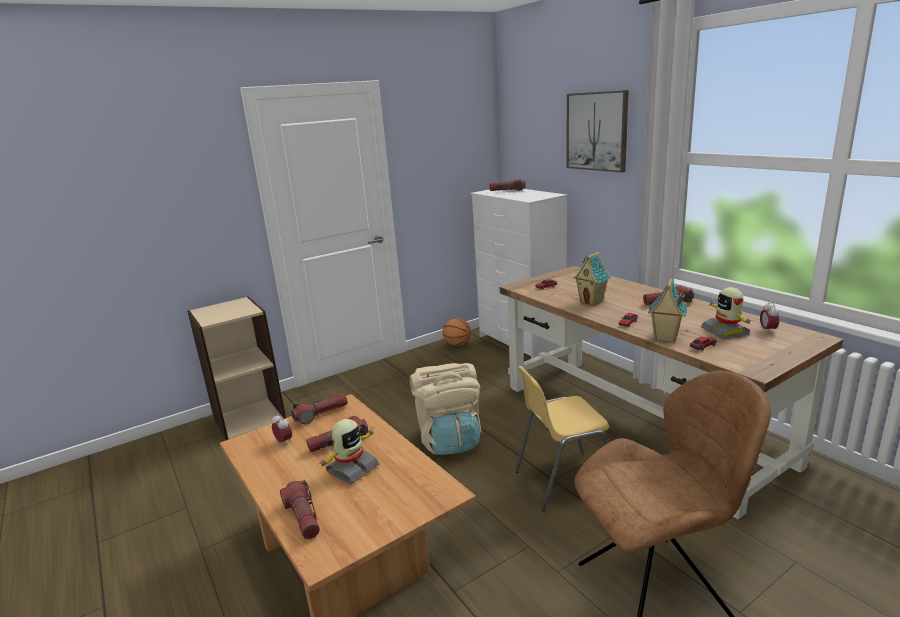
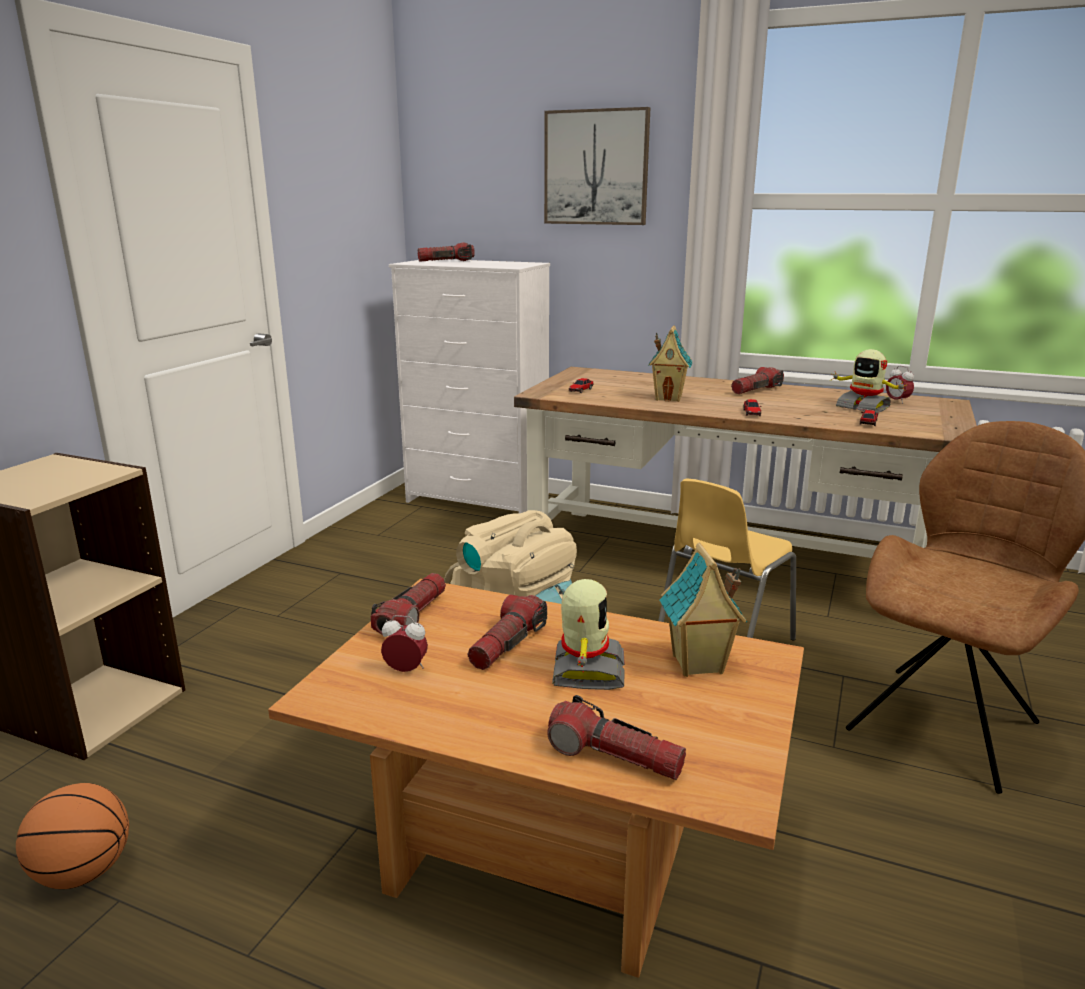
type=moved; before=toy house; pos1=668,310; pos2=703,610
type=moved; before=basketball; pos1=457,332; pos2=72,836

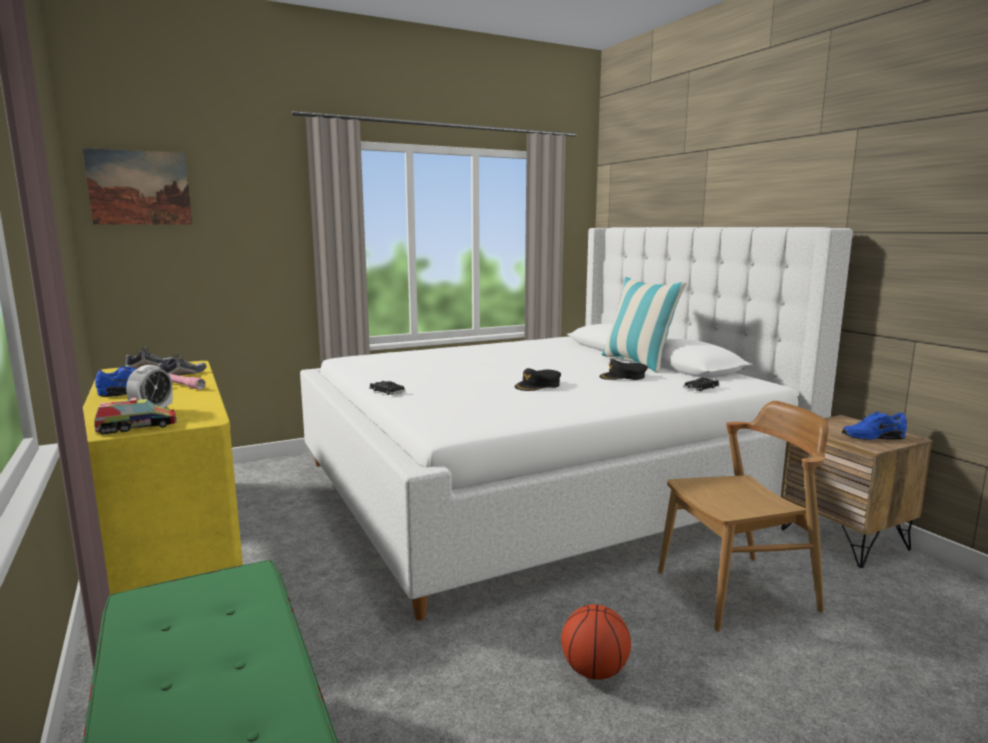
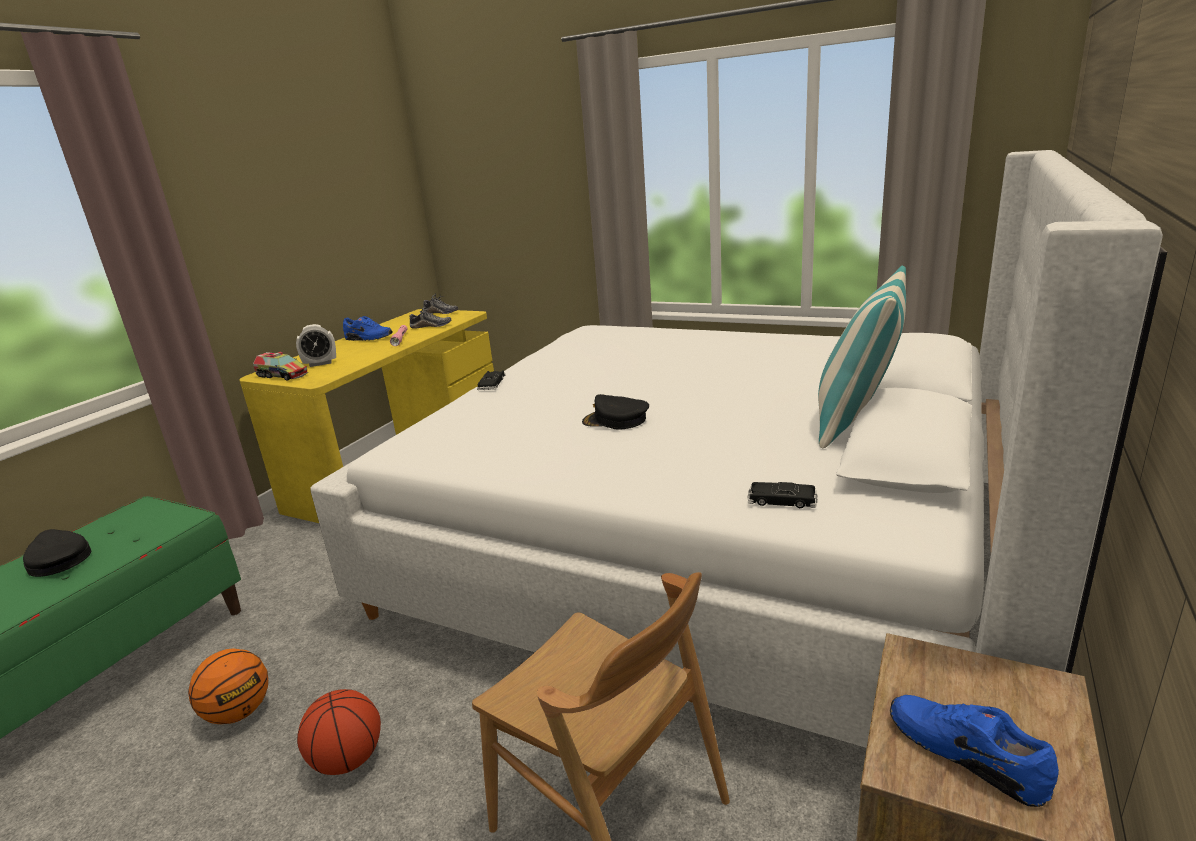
type=removed; before=picture; pos1=137,186
type=moved; before=black cap; pos1=623,369; pos2=57,553
type=added; after=basketball; pos2=228,686

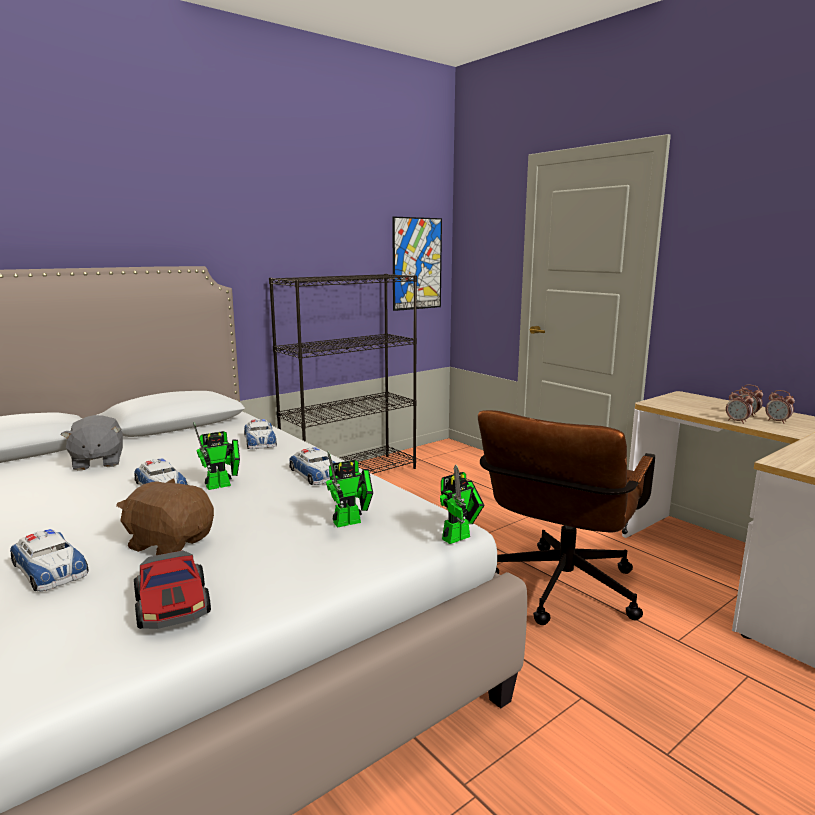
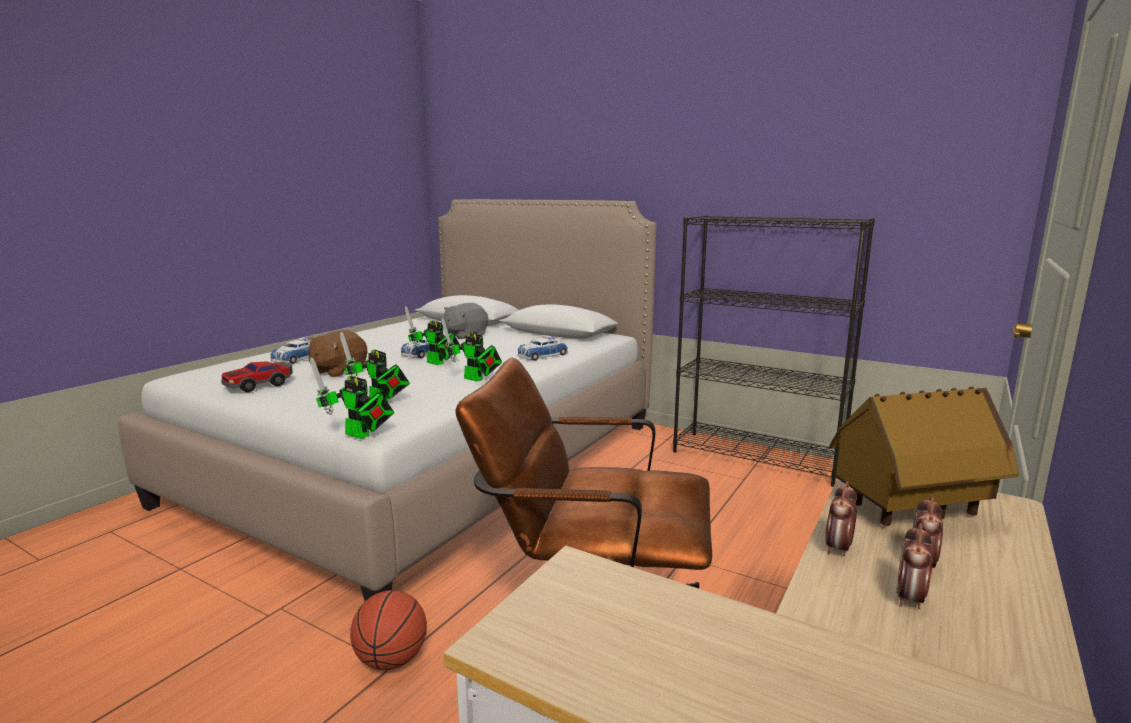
type=removed; before=picture; pos1=417,264
type=replaced; before=toy car; after=toy robot; pos1=312,466; pos2=471,349
type=turned; before=brown plush toy; pos1=165,516; pos2=337,353; turn=-150
type=added; after=toy house; pos2=924,456
type=added; after=basketball; pos2=388,630

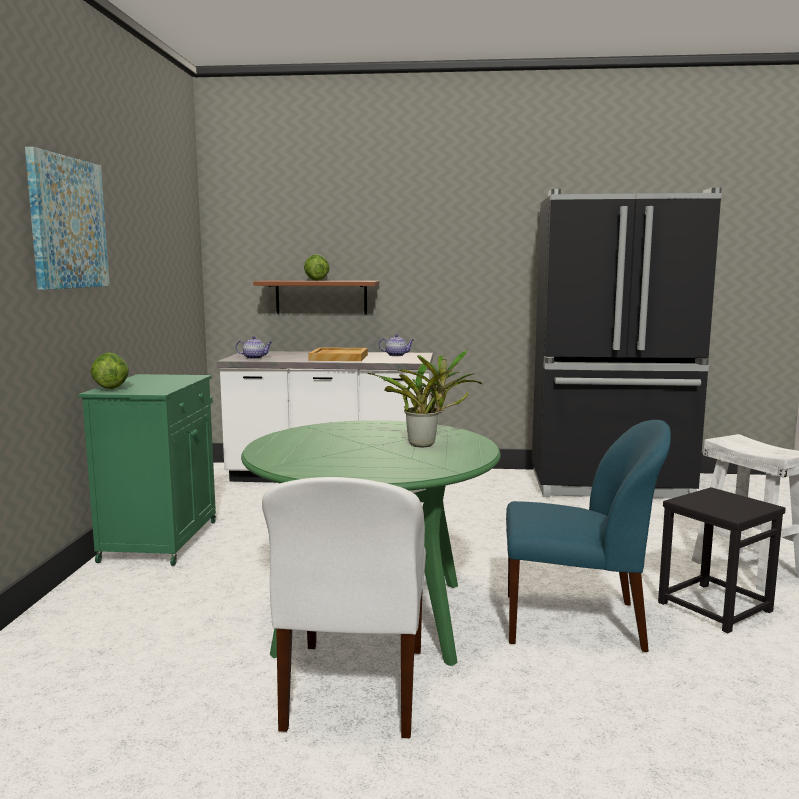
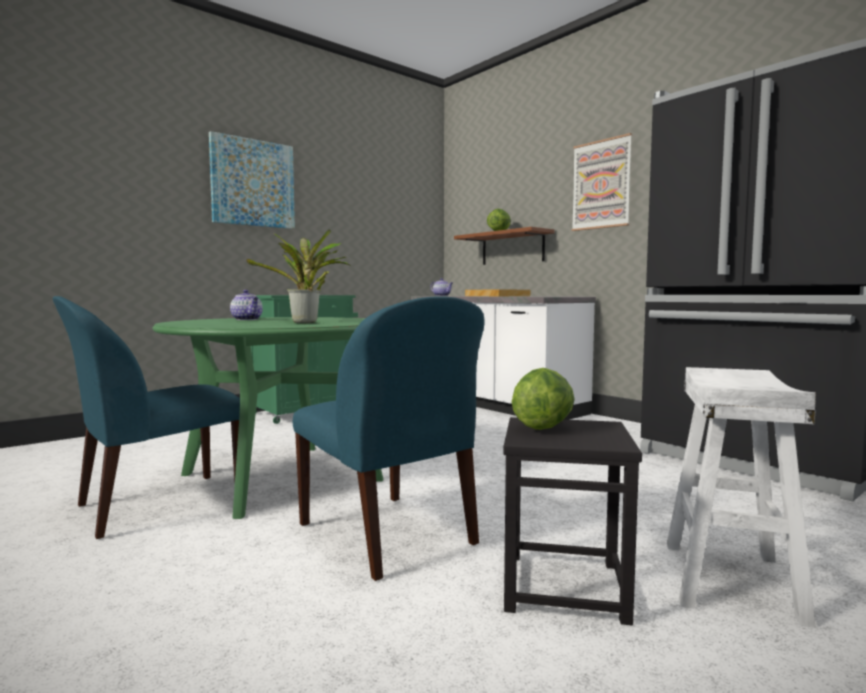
type=moved; before=teapot; pos1=396,345; pos2=246,305
type=moved; before=lettuce; pos1=109,370; pos2=543,399
type=recoloured; before=white chair; after=blue chair; pos1=344,607; pos2=146,417
type=added; after=picture; pos2=602,182

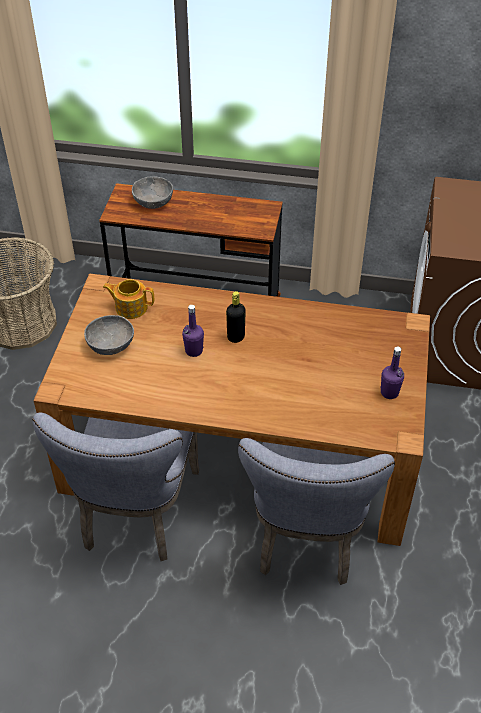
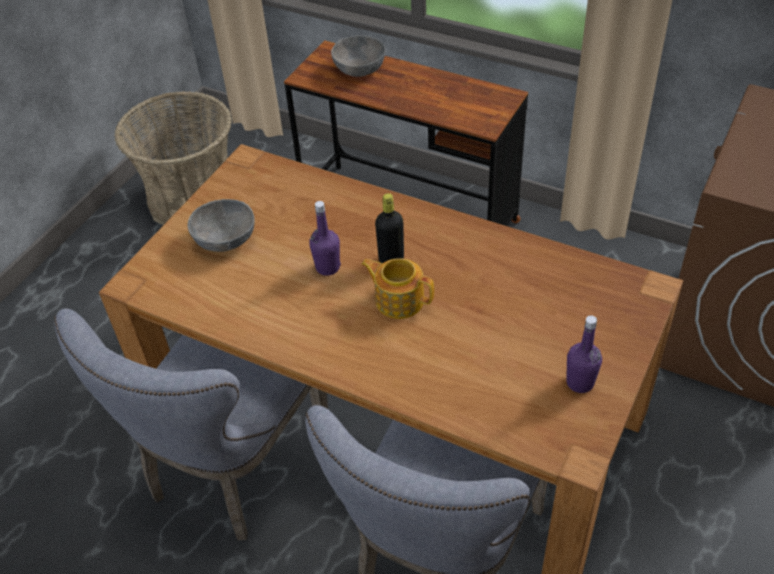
type=moved; before=teapot; pos1=128,299; pos2=397,288

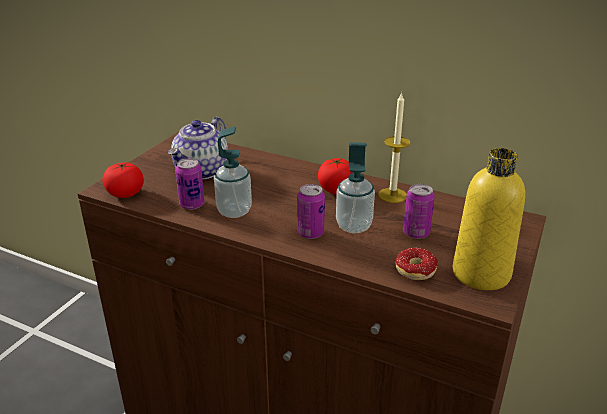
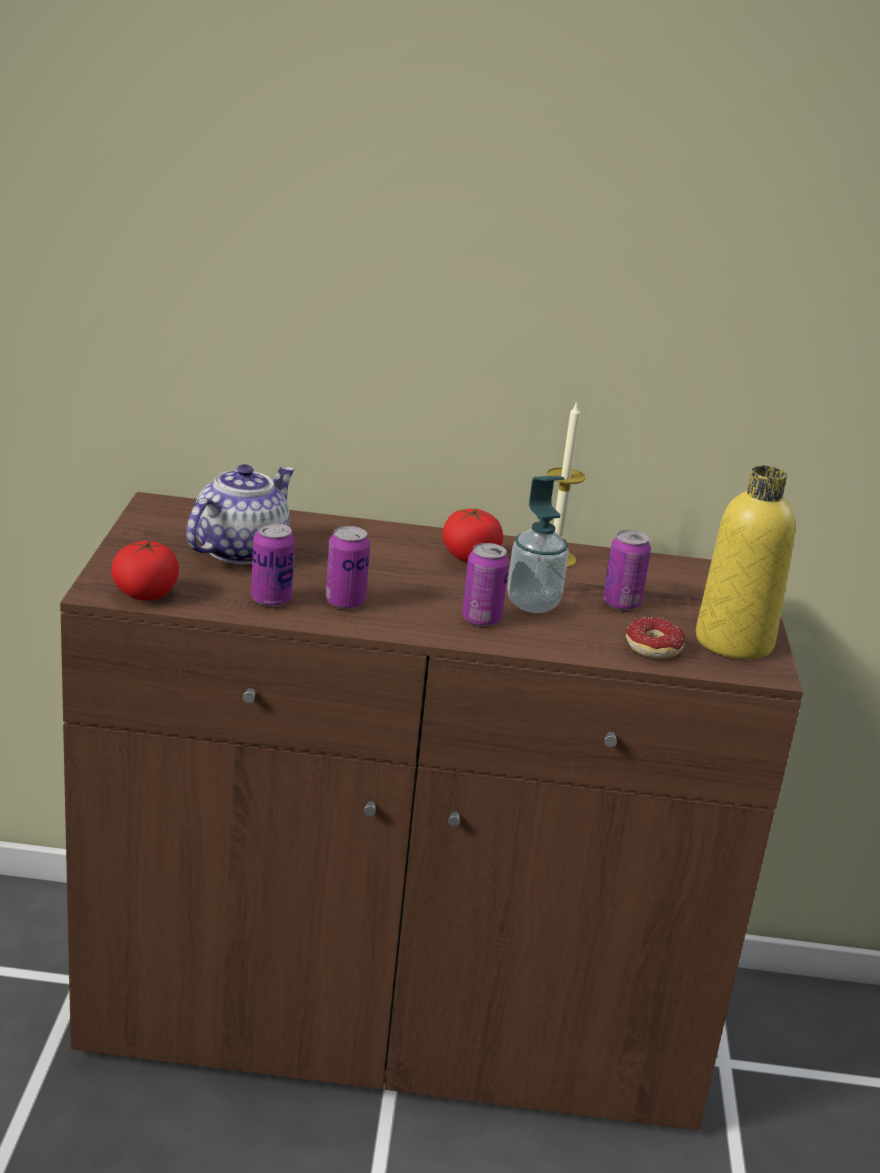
type=turned; before=teapot; pos1=198,148; pos2=240,514; turn=-150
type=replaced; before=soap dispenser; after=can; pos1=233,172; pos2=347,567

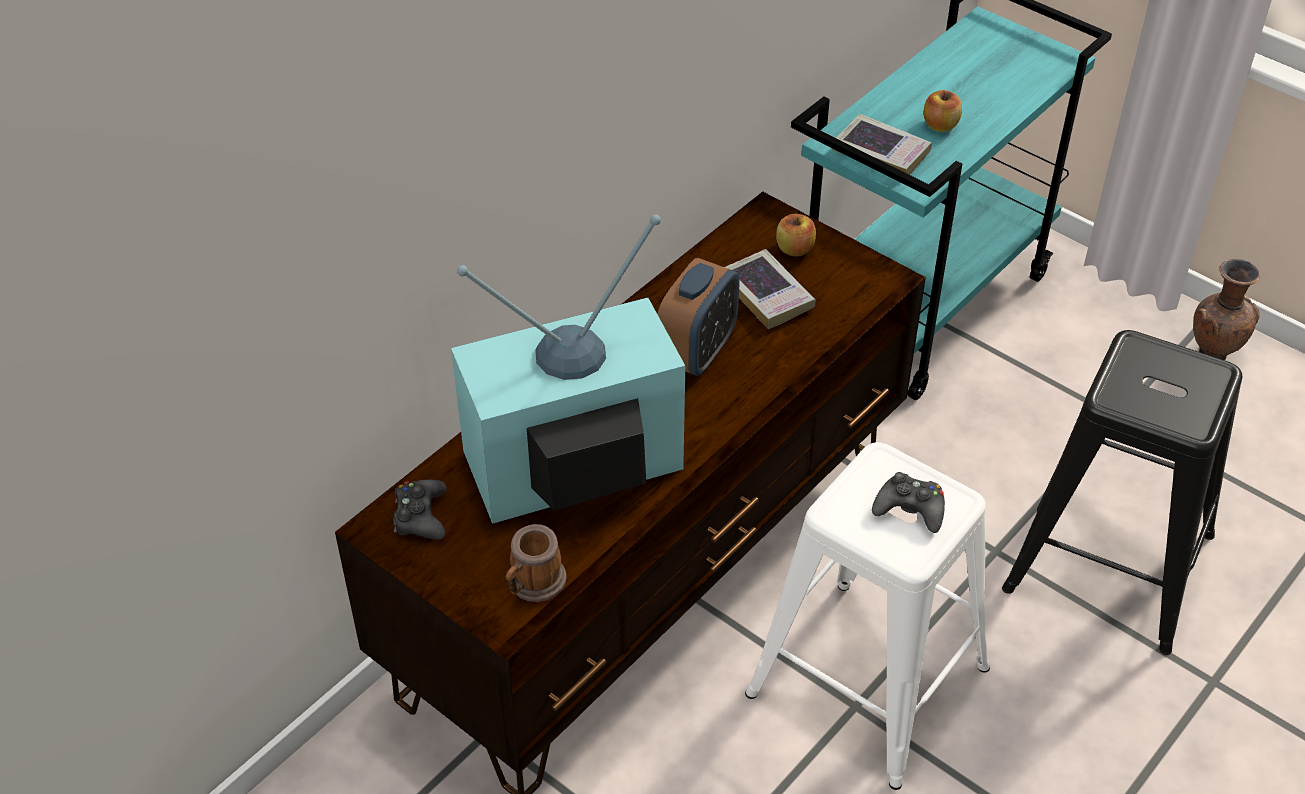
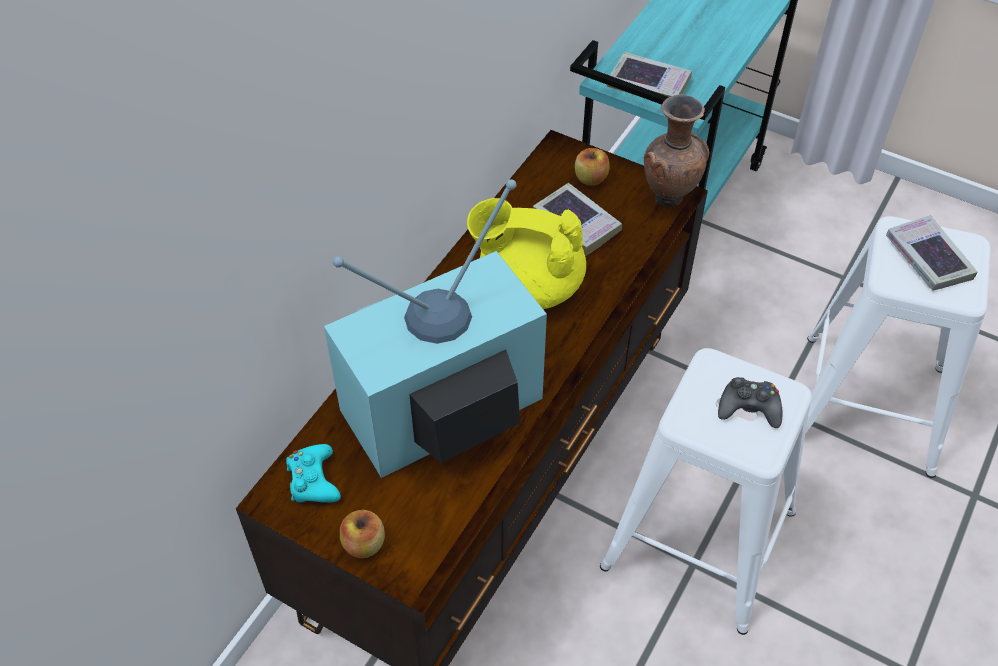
type=moved; before=apple; pos1=943,111; pos2=362,534
type=replaced; before=alarm clock; after=yellow teapot; pos1=699,317; pos2=526,253
type=moved; before=brown vase; pos1=1227,309; pos2=677,150
type=recoloured; before=black stool; after=white stool; pos1=1122,492; pos2=898,347
type=recoloured; before=black game controller; after=turquoise game controller; pos1=420,509; pos2=313,473
type=removed; before=mug; pos1=536,563
type=added; after=book; pos2=932,253

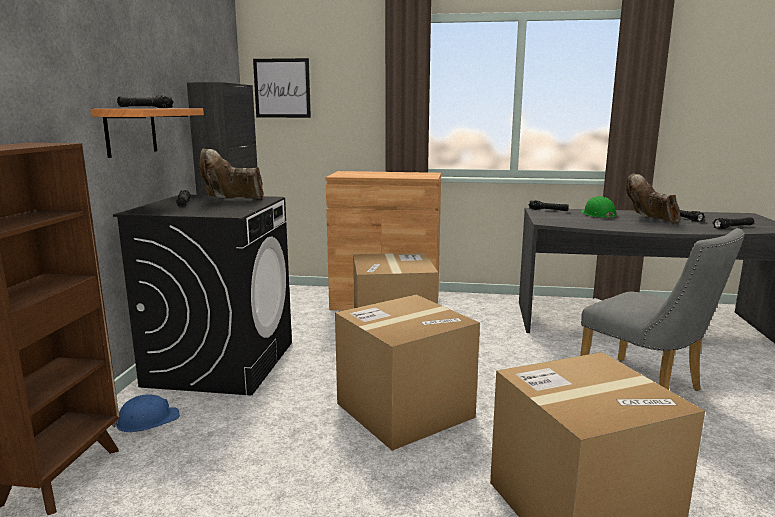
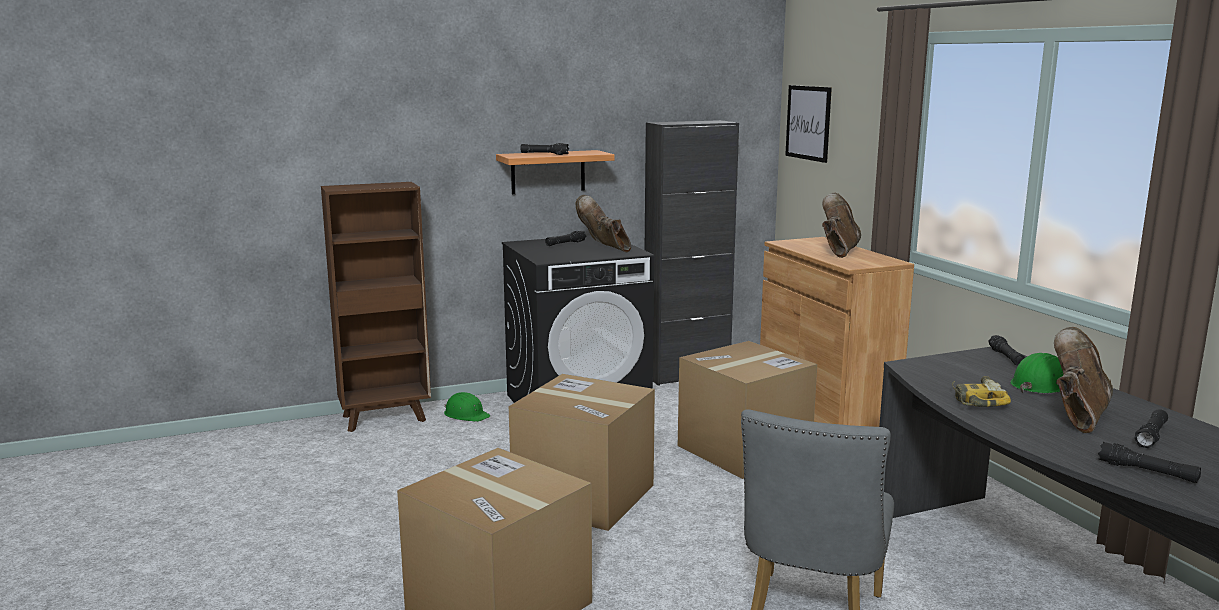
type=recoloured; before=blue hard hat; after=green hard hat; pos1=146,413; pos2=467,407
type=added; after=brown boot; pos2=841,225
type=added; after=power drill; pos2=981,391

